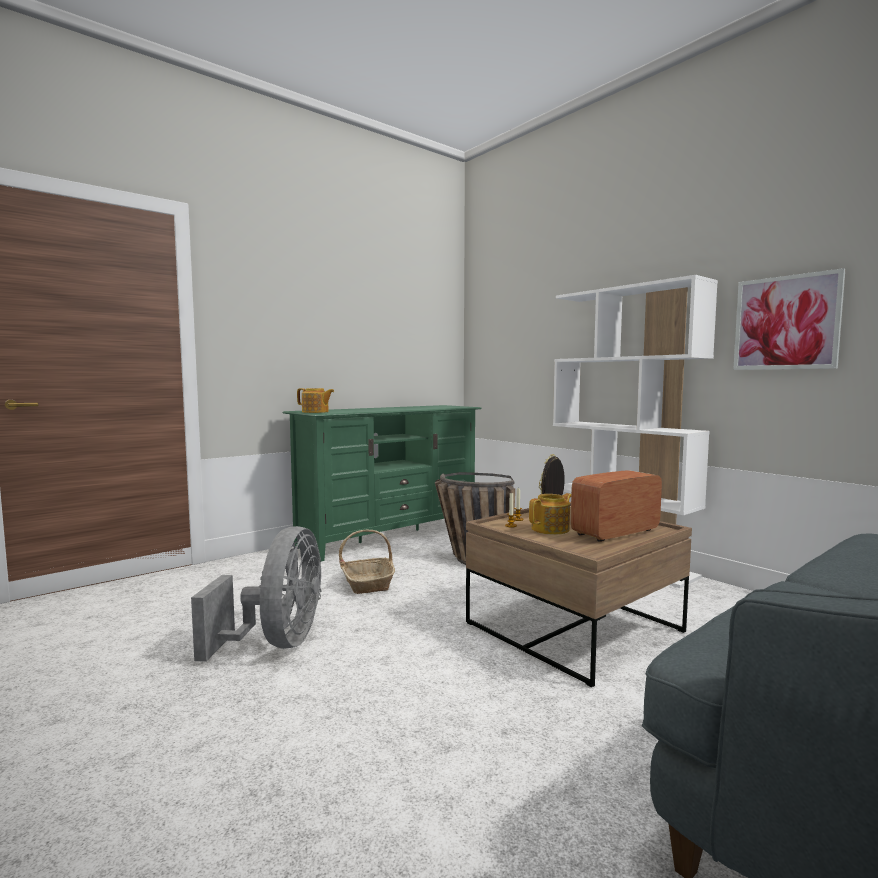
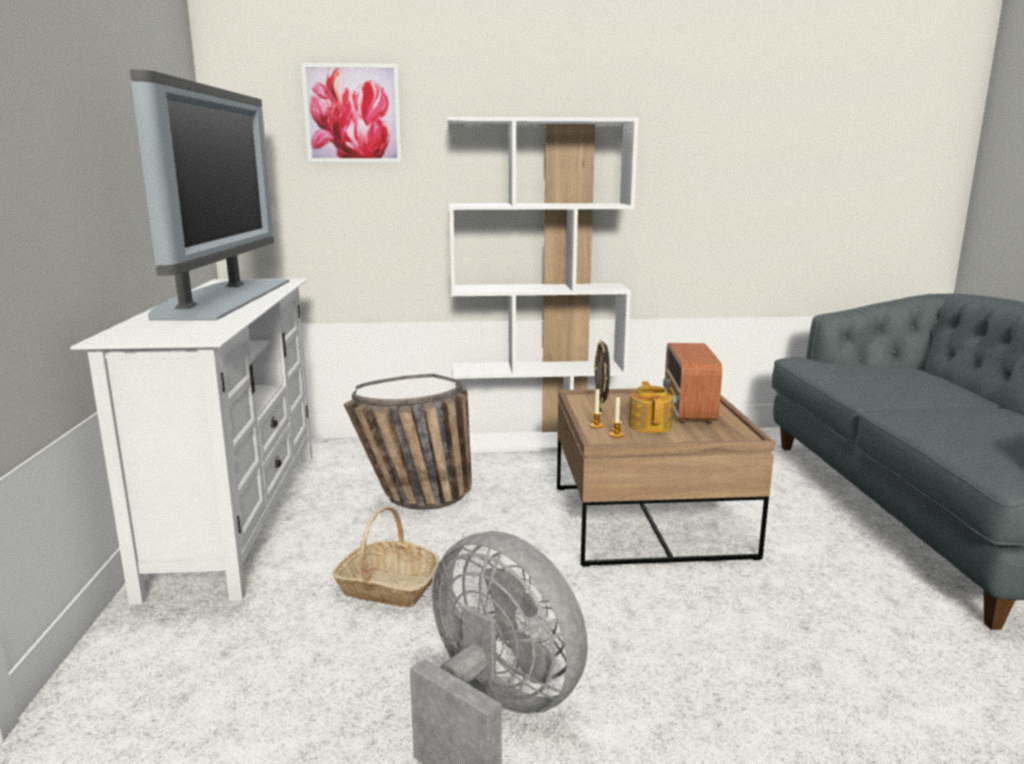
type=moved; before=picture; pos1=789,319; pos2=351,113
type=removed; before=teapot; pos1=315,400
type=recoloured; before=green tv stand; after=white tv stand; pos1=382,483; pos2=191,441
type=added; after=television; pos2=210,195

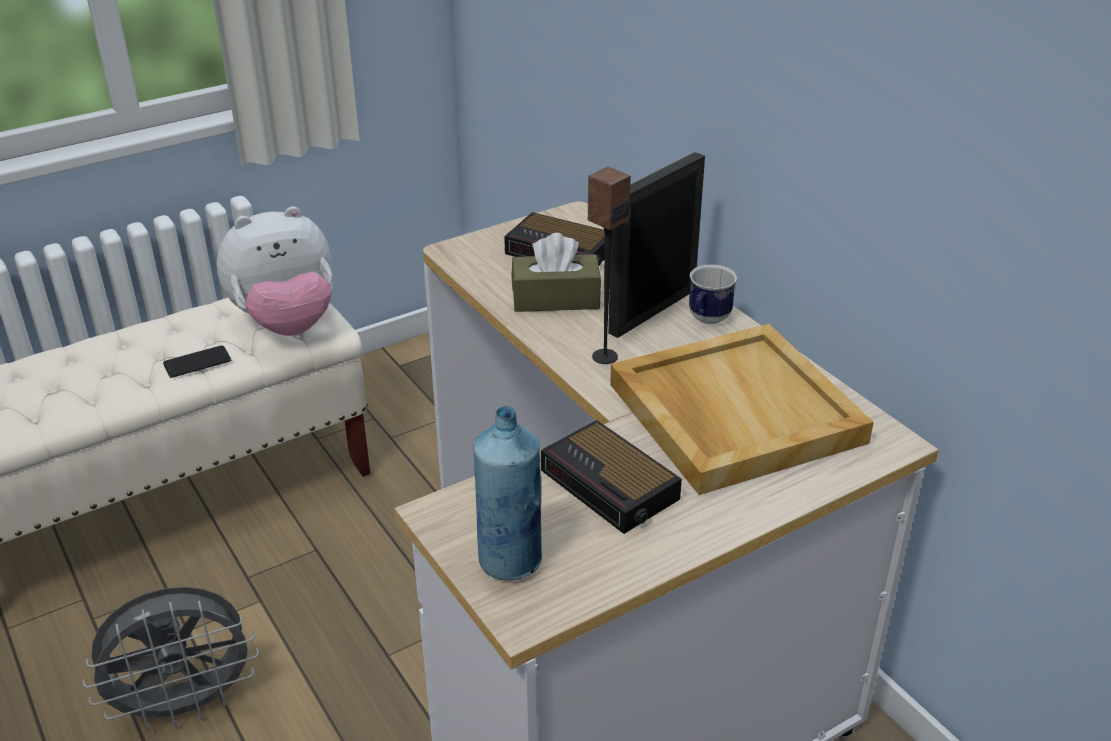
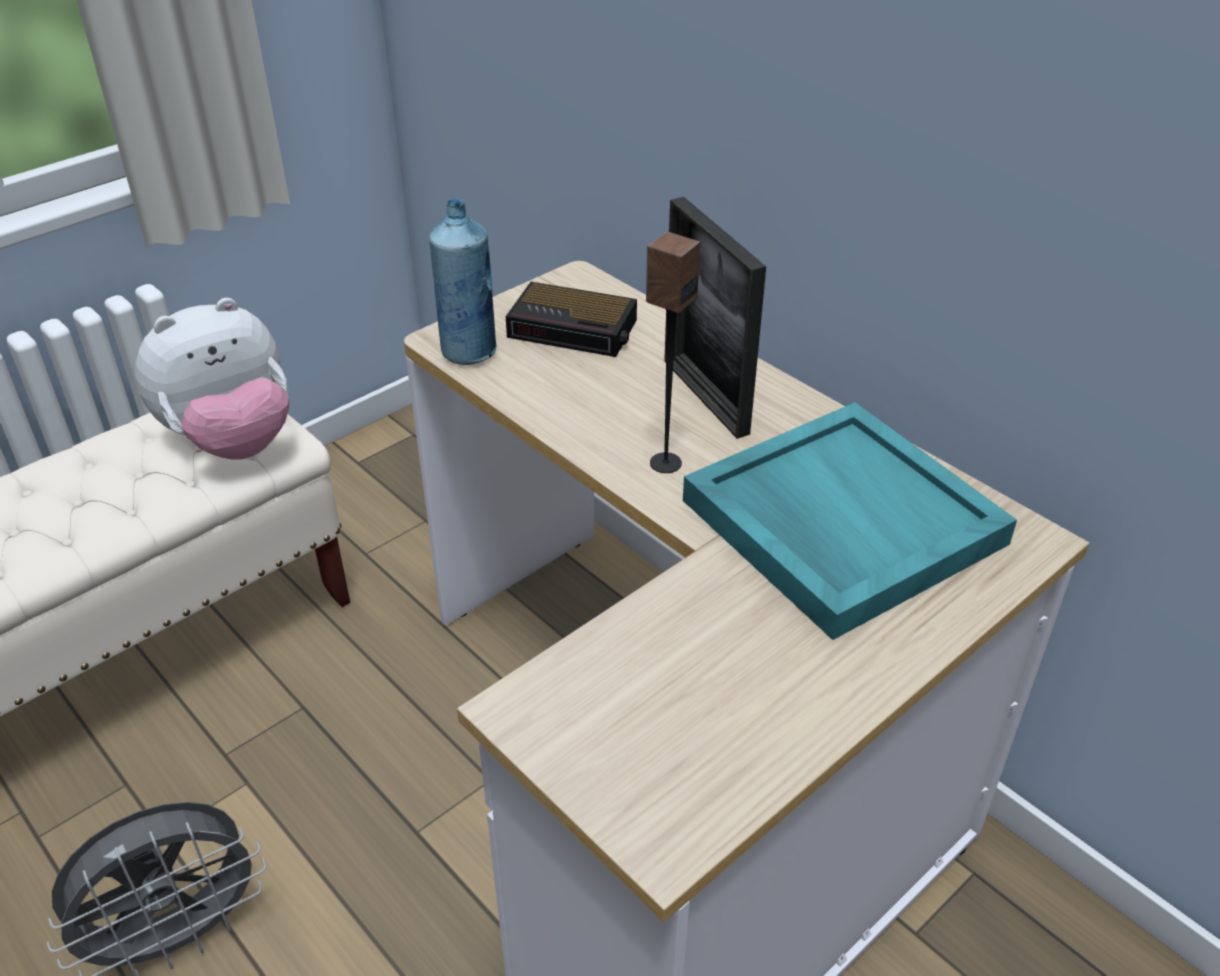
type=turned; before=picture frame; pos1=656,245; pos2=715,318; turn=-60
type=removed; before=brown tissue box; pos1=556,272
type=removed; before=mug; pos1=713,294
type=recoloured; before=beige tray; after=turquoise tray; pos1=742,409; pos2=850,521
type=removed; before=phone; pos1=197,361
type=moved; before=blue bottle; pos1=507,493; pos2=462,281
type=removed; before=alarm clock; pos1=611,477

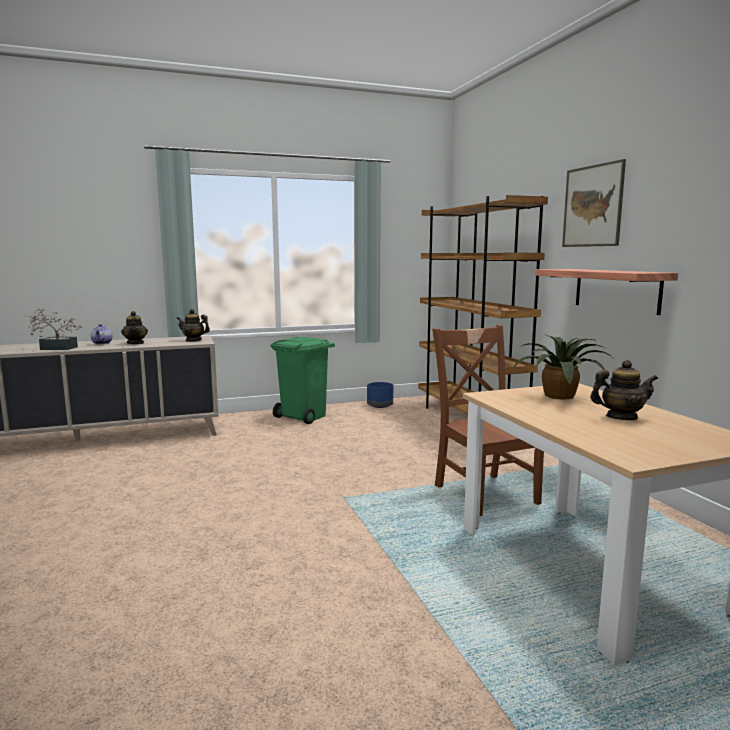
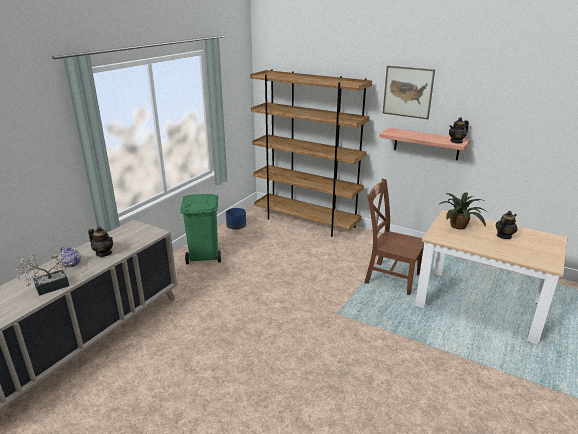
type=moved; before=teapot; pos1=193,325; pos2=459,130

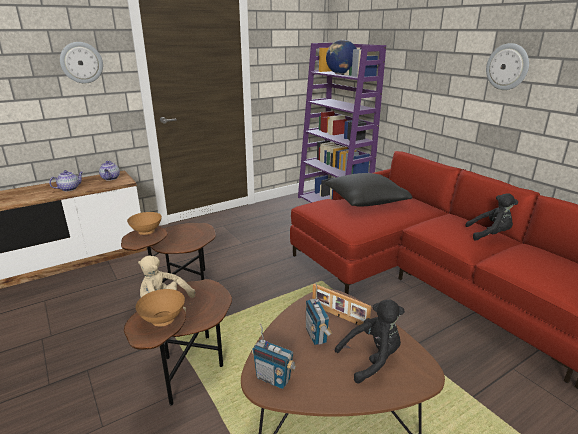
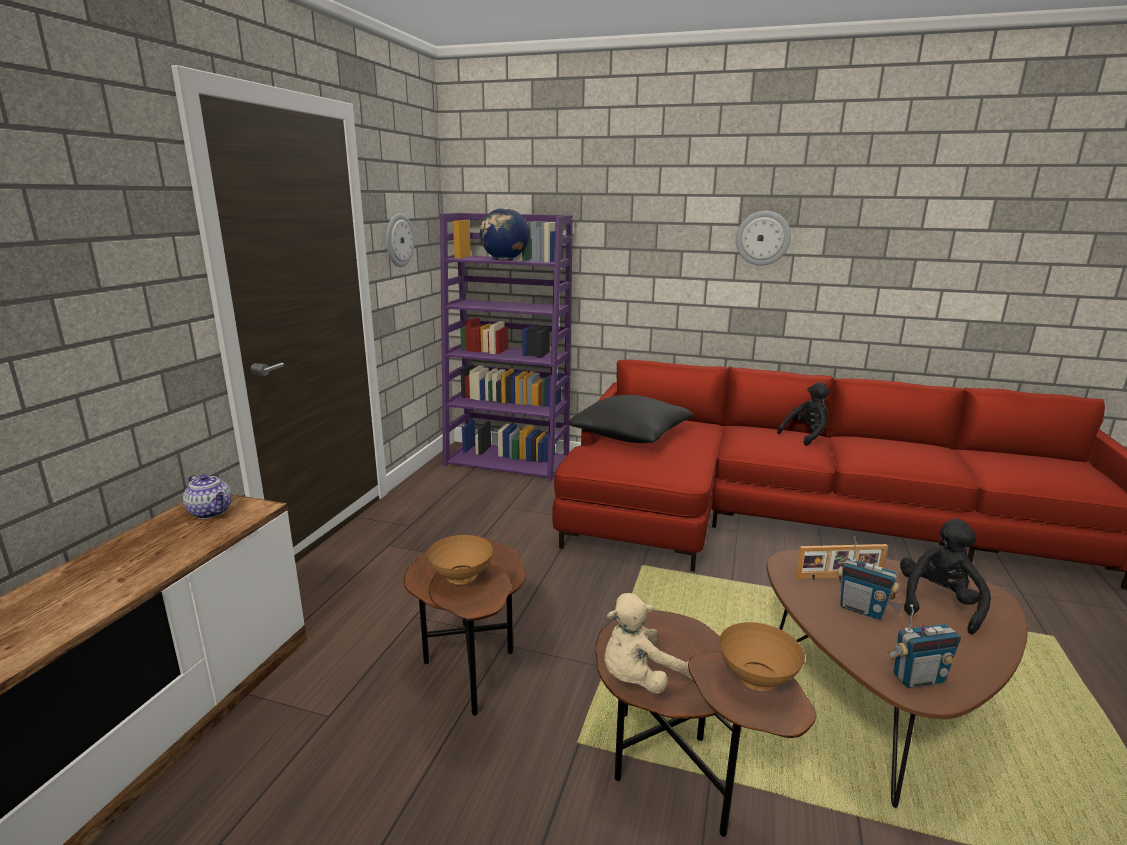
type=moved; before=wall clock; pos1=81,62; pos2=400,240
type=removed; before=teapot; pos1=66,180

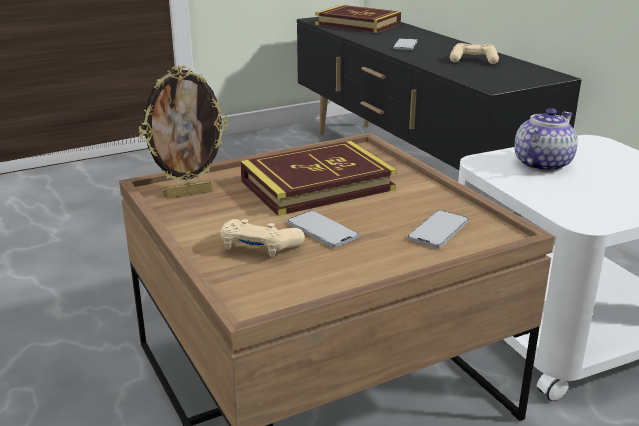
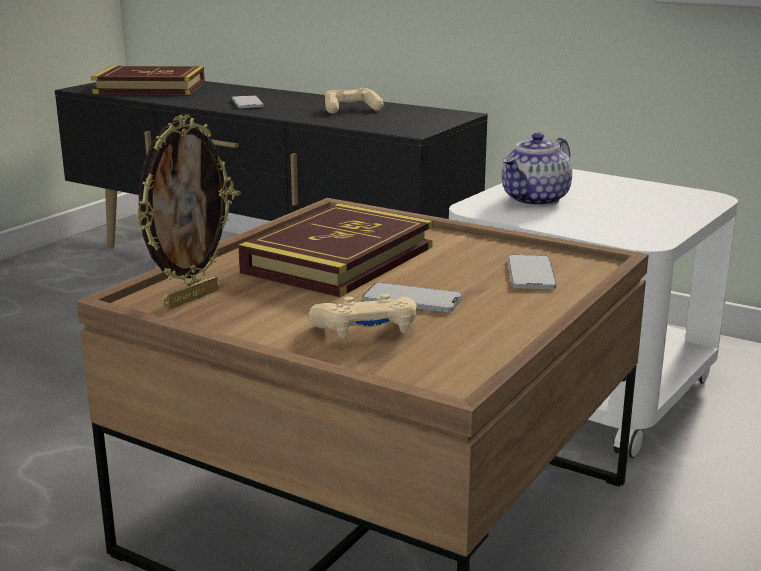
type=turned; before=teapot; pos1=546,140; pos2=537,169; turn=-150

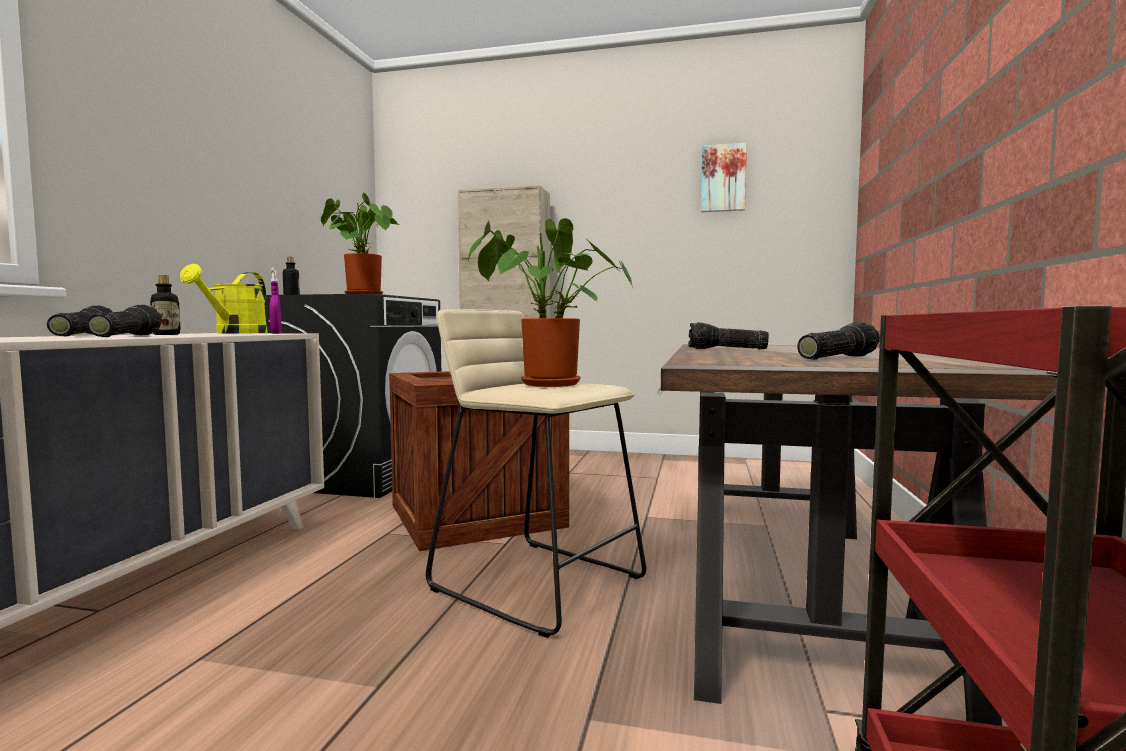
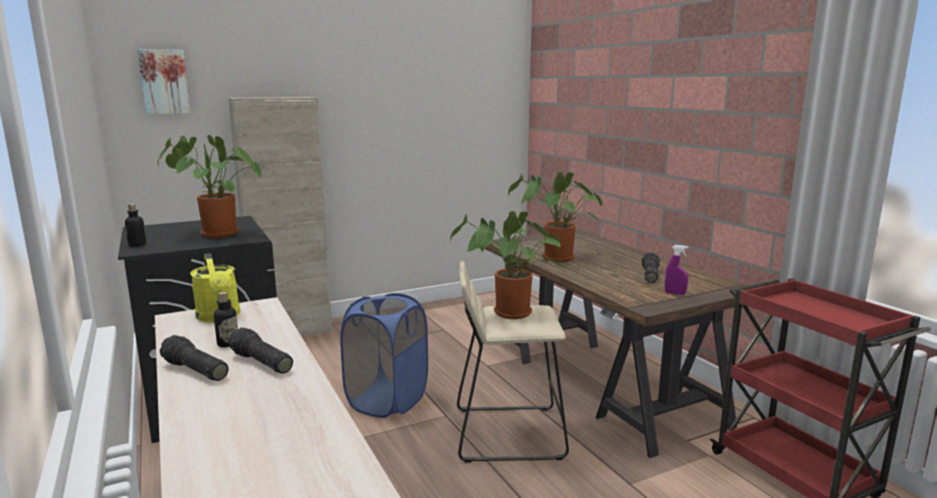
type=moved; before=picture; pos1=724,177; pos2=164,81
type=moved; before=purple spray bottle; pos1=275,300; pos2=676,270
type=replaced; before=flashlight; after=potted plant; pos1=728,336; pos2=555,217
type=replaced; before=crate; after=blue laundry basket; pos1=479,461; pos2=384,355

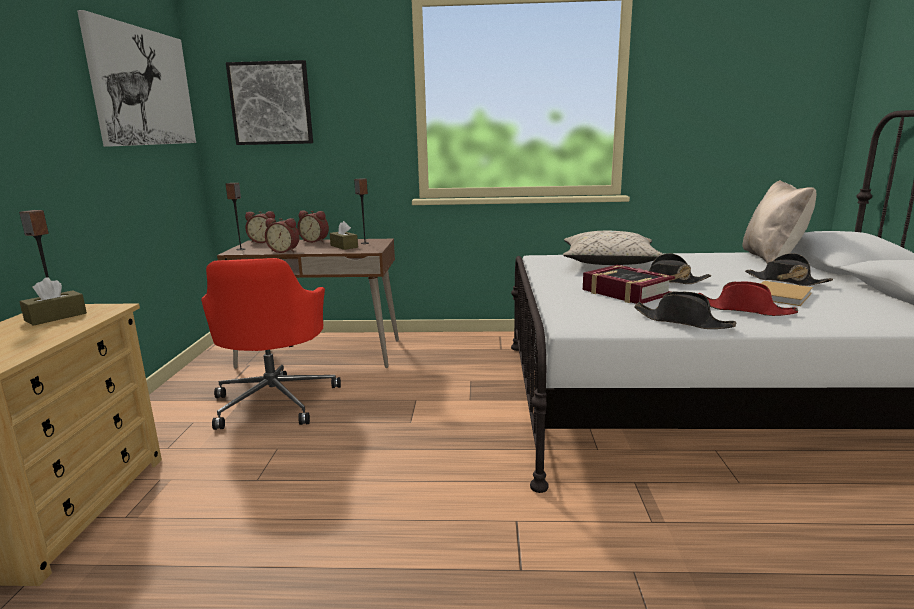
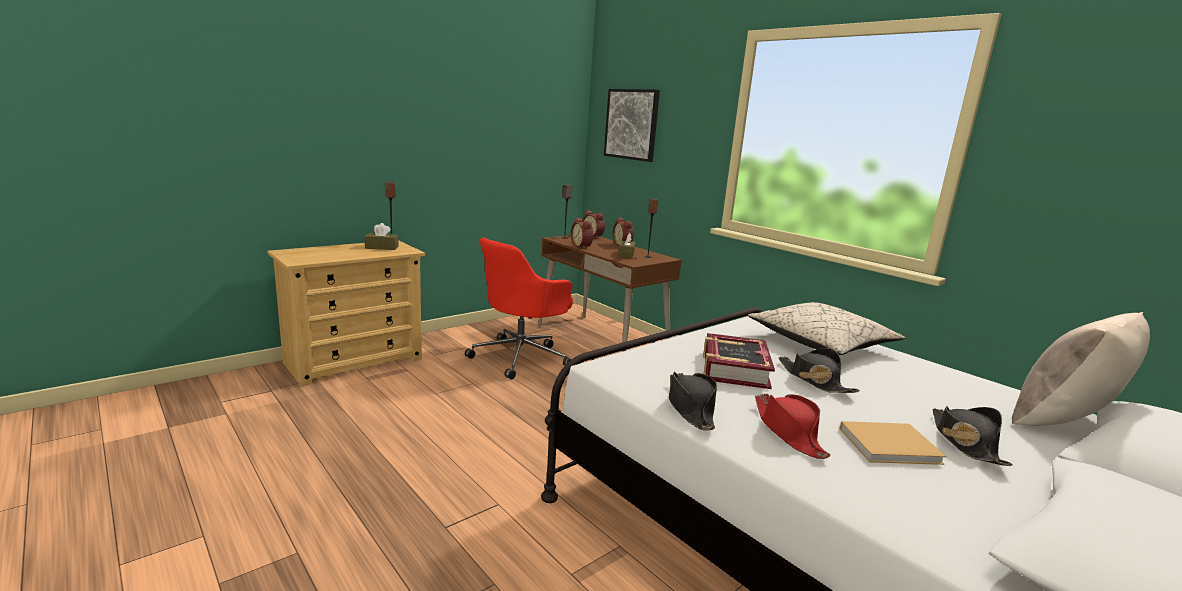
type=removed; before=picture; pos1=136,78

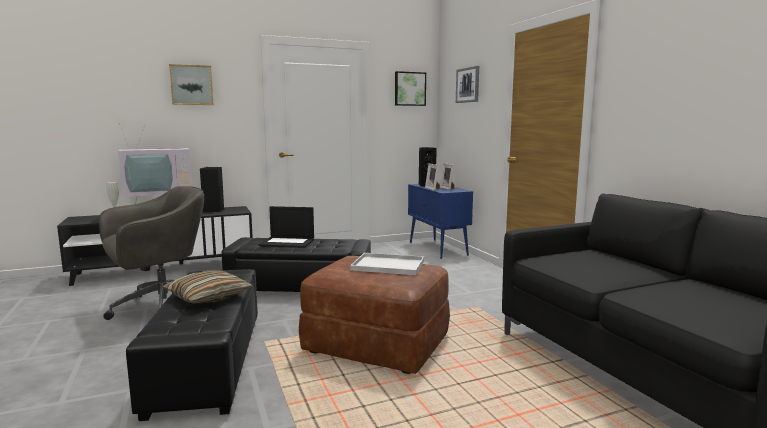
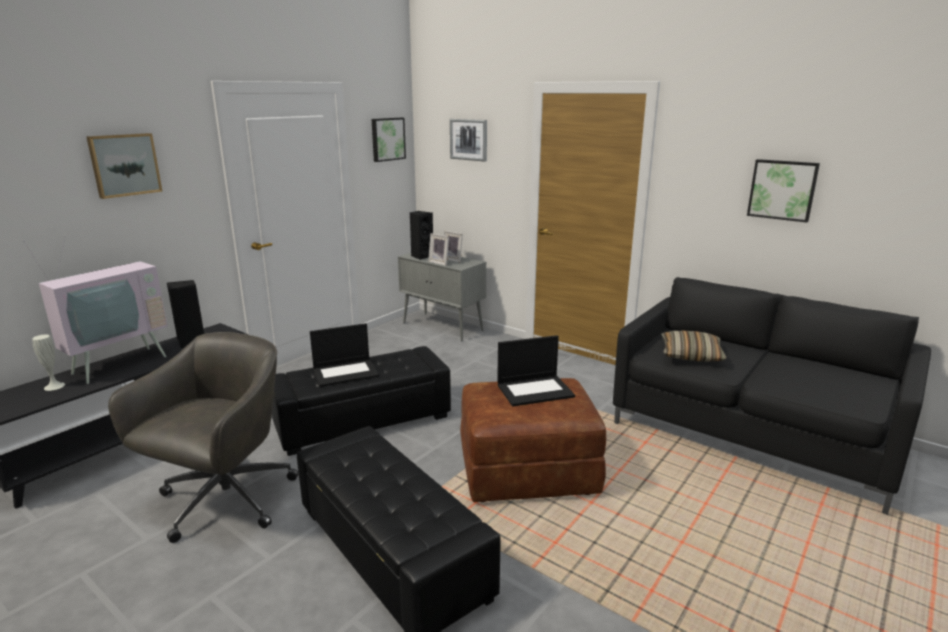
type=recoloured; before=blue cabinet; after=grey cabinet; pos1=440,221; pos2=442,297
type=replaced; before=white tray; after=laptop; pos1=387,264; pos2=536,370
type=moved; before=pillow; pos1=208,286; pos2=694,346
type=added; after=picture; pos2=783,191

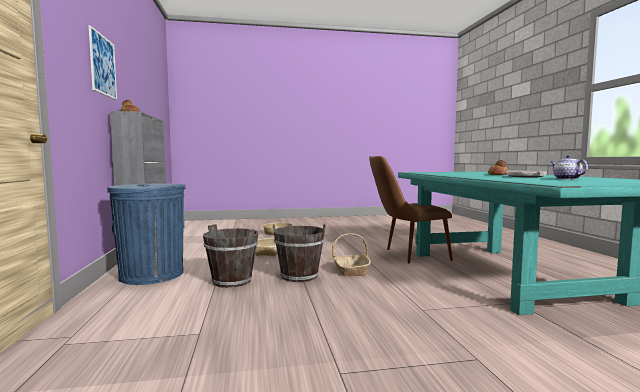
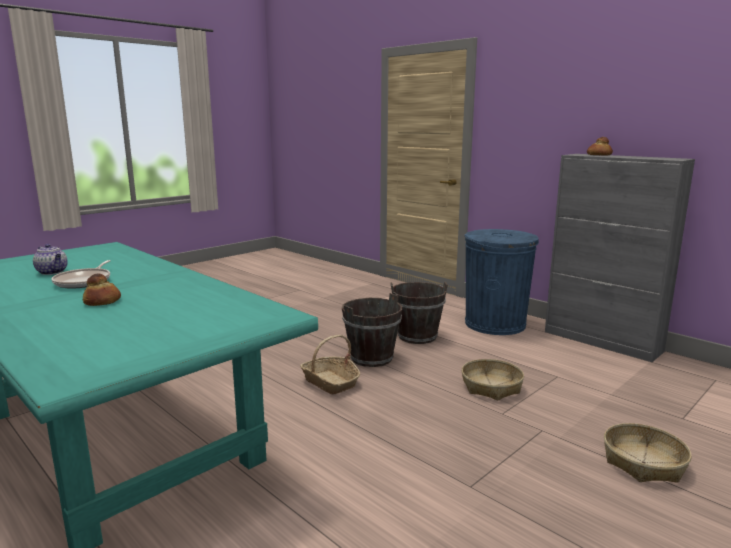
type=removed; before=picture; pos1=103,62
type=removed; before=brown chair; pos1=411,209

